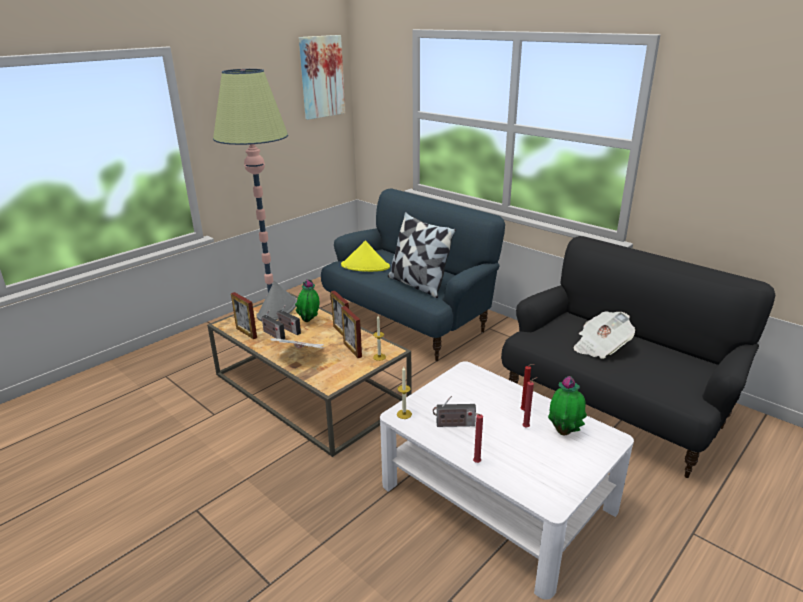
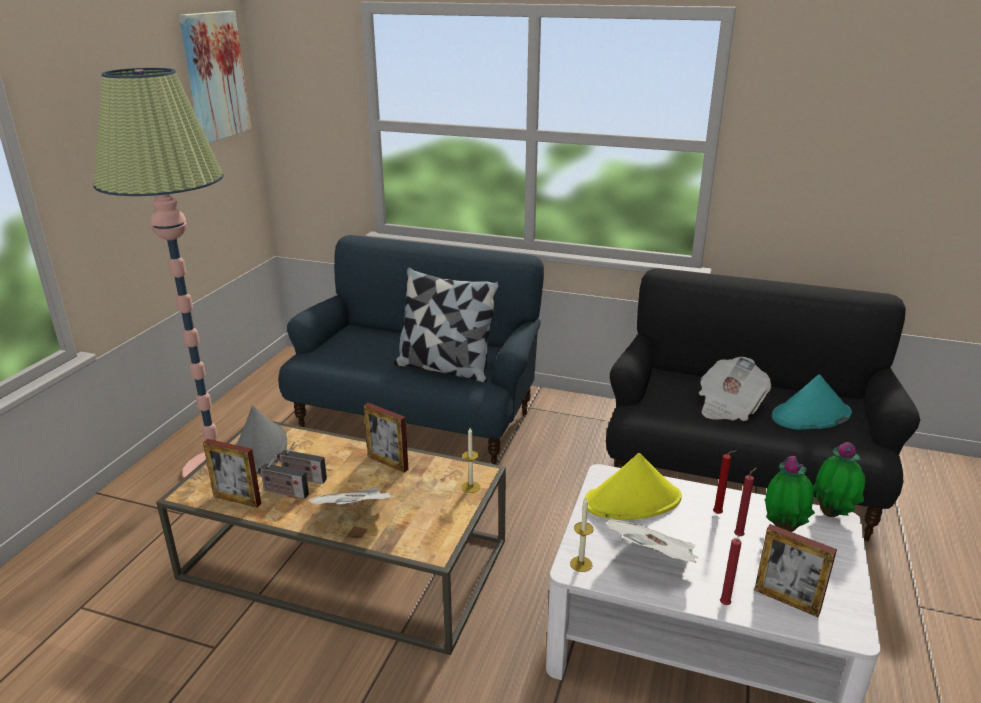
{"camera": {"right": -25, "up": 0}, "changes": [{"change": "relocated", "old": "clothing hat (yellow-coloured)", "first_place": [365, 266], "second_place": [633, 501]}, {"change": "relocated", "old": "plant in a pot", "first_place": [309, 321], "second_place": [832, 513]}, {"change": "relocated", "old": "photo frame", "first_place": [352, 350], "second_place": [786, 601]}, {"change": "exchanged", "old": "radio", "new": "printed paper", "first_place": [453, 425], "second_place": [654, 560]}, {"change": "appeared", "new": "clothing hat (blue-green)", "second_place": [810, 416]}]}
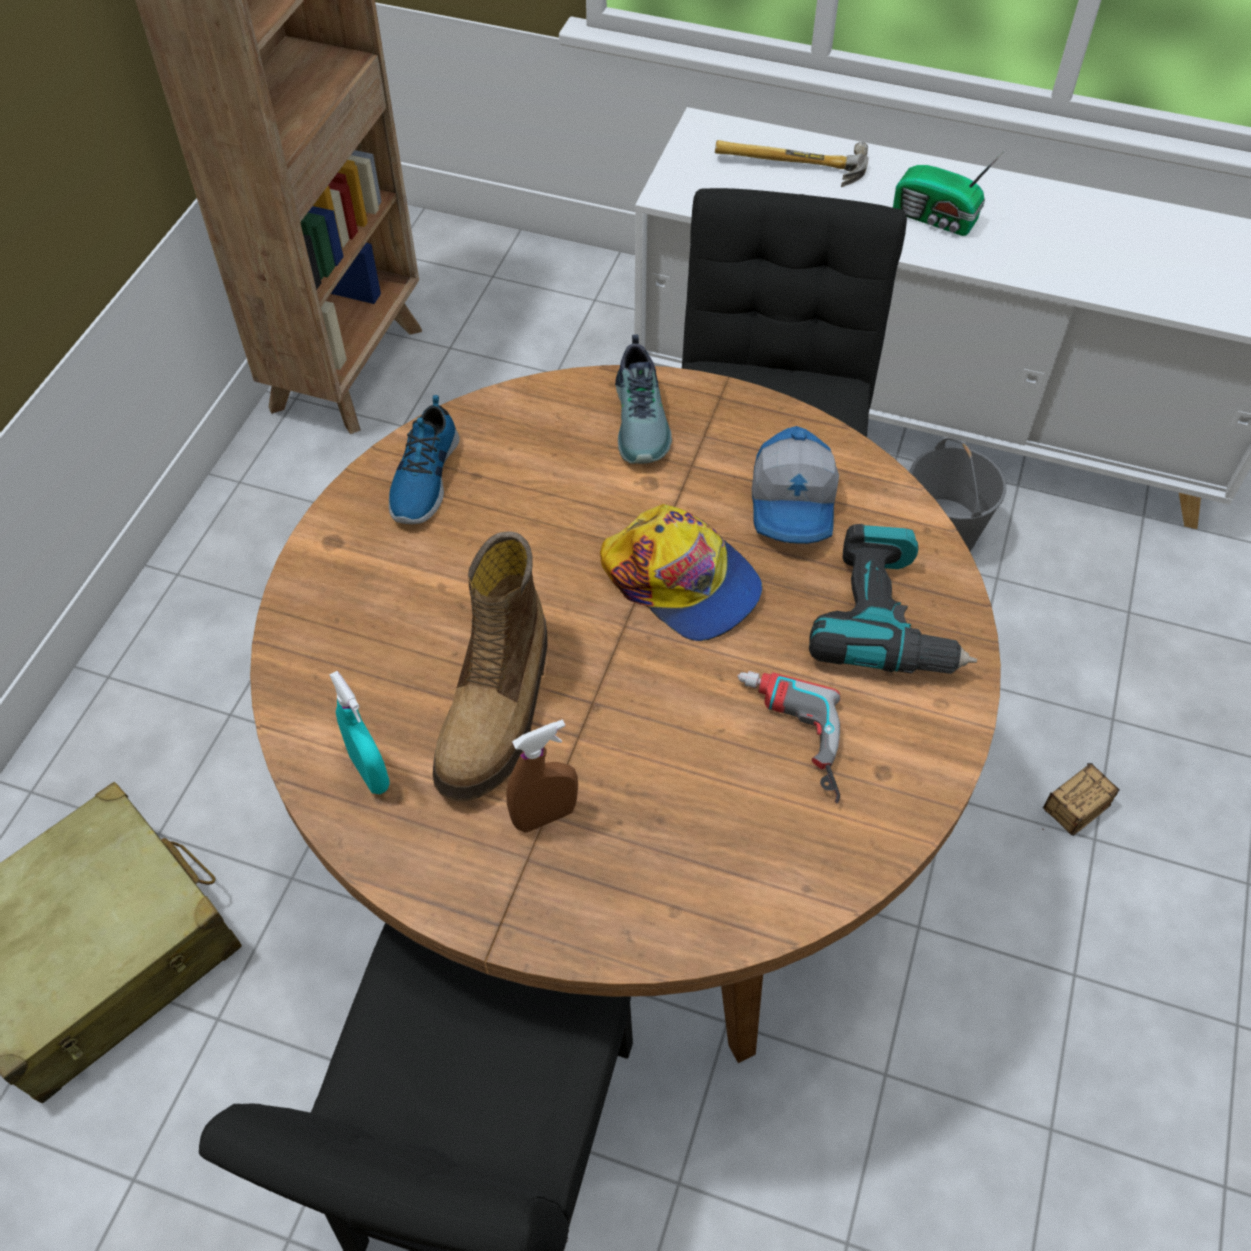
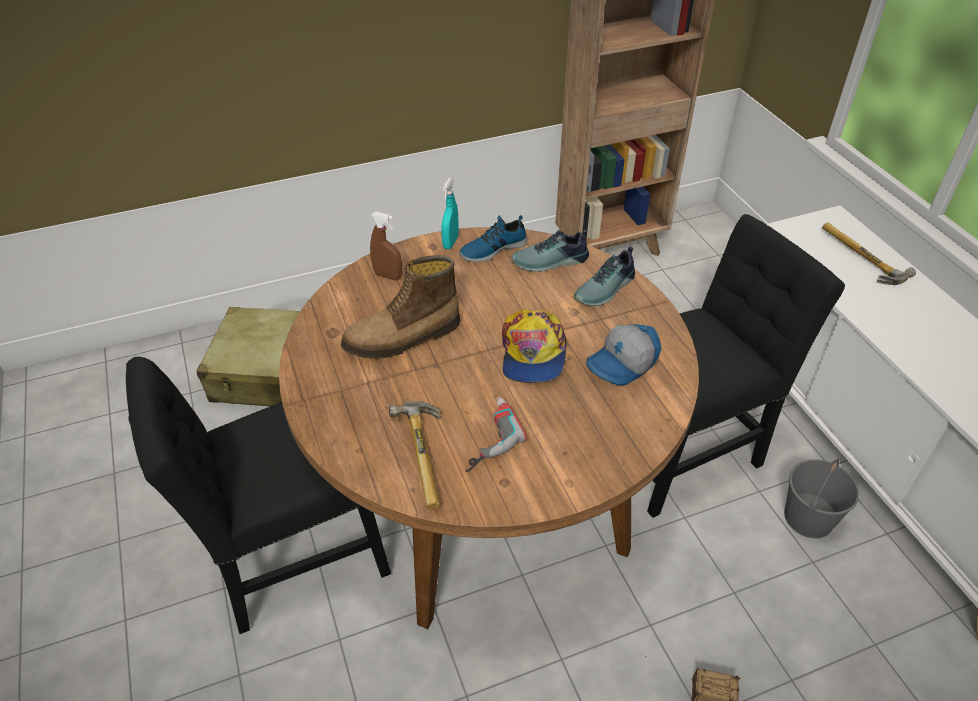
{"camera": {"right": 50, "up": -10}, "changes": [{"change": "missing", "old": "radio", "first_place": [936, 219]}, {"change": "missing", "old": "electric drill", "first_place": [887, 620]}, {"change": "relocated", "old": "hand sprayer (blue-green)", "first_place": [370, 772], "second_place": [450, 242]}, {"change": "relocated", "old": "hand sprayer (brownish)", "first_place": [545, 816], "second_place": [388, 276]}, {"change": "appeared", "new": "item of footwear", "second_place": [550, 262]}, {"change": "appeared", "new": "tool hammer", "second_place": [428, 455]}]}
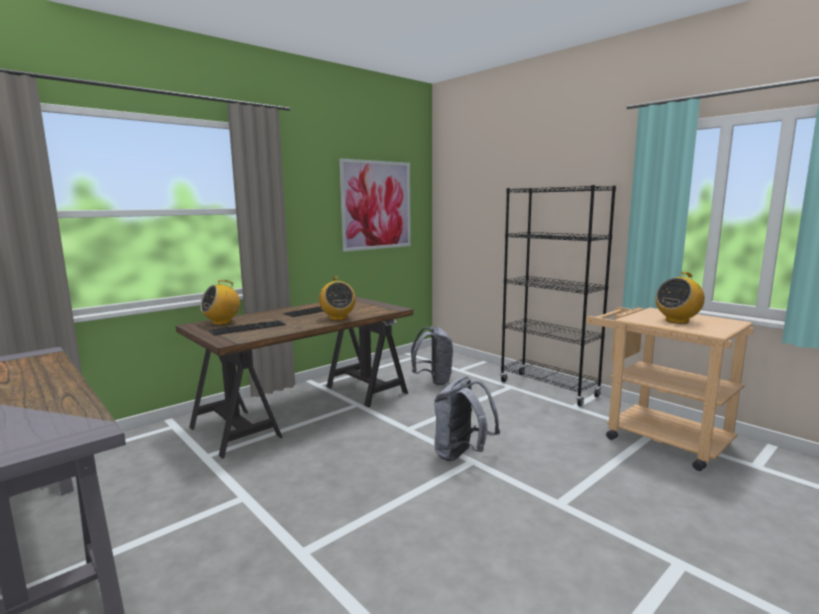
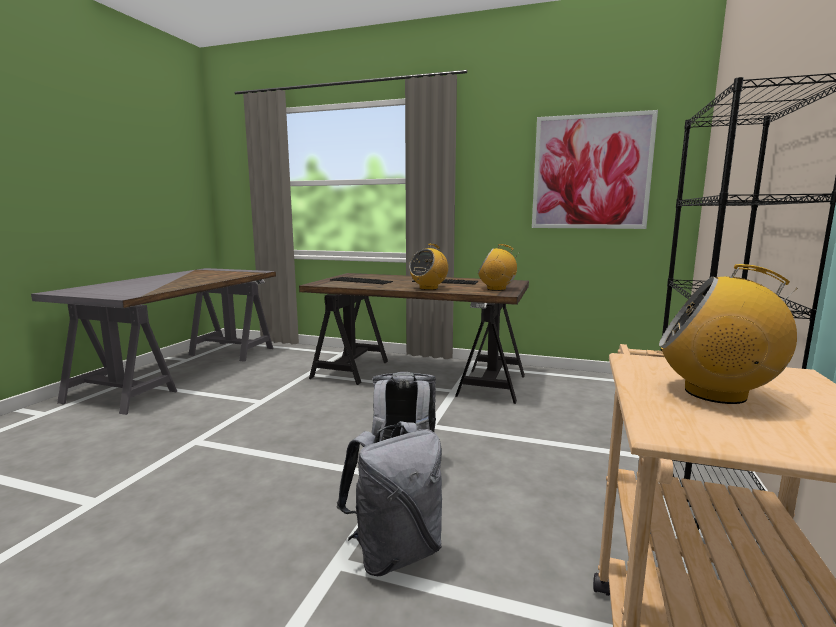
{"camera": {"right": 60, "up": 0}, "changes": [{"change": "relocated", "old": "radio", "first_place": [222, 322], "second_place": [496, 289]}, {"change": "relocated", "old": "knapsack (grey)", "first_place": [433, 381], "second_place": [395, 552]}]}
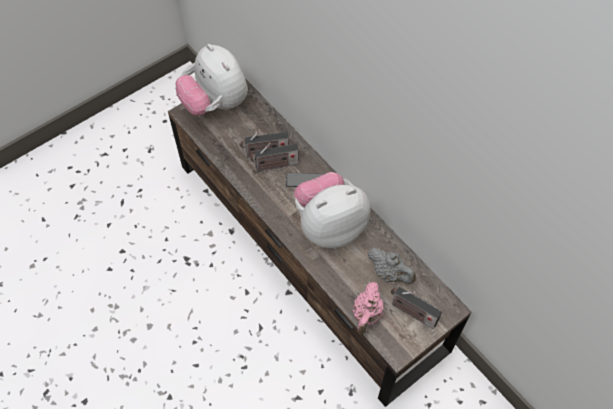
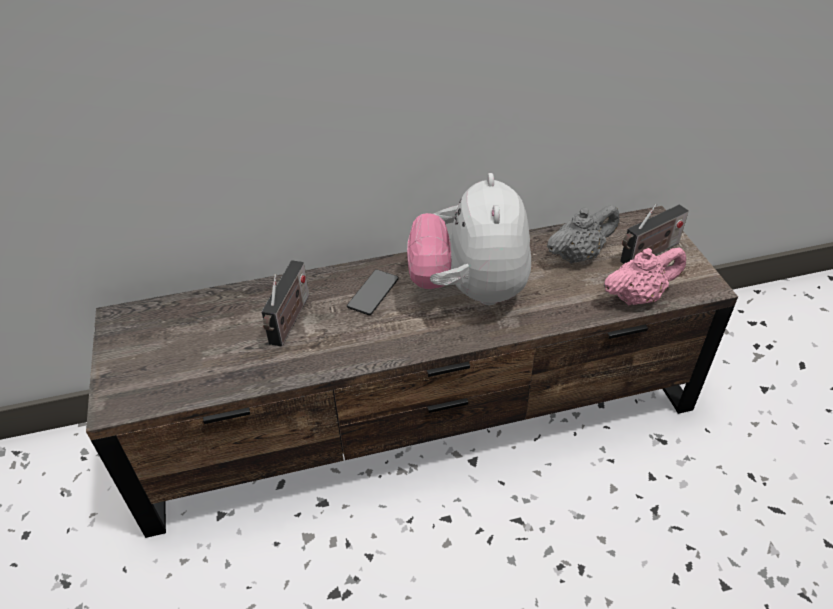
{"camera": {"right": -65, "up": -15}, "changes": [{"change": "missing", "old": "soft toy", "first_place": [215, 103]}, {"change": "missing", "old": "radio", "first_place": [275, 165]}, {"change": "spun", "old": "pot for tea (pink-coloured)", "first_place": [367, 315], "second_place": [638, 297], "degrees": -60}]}
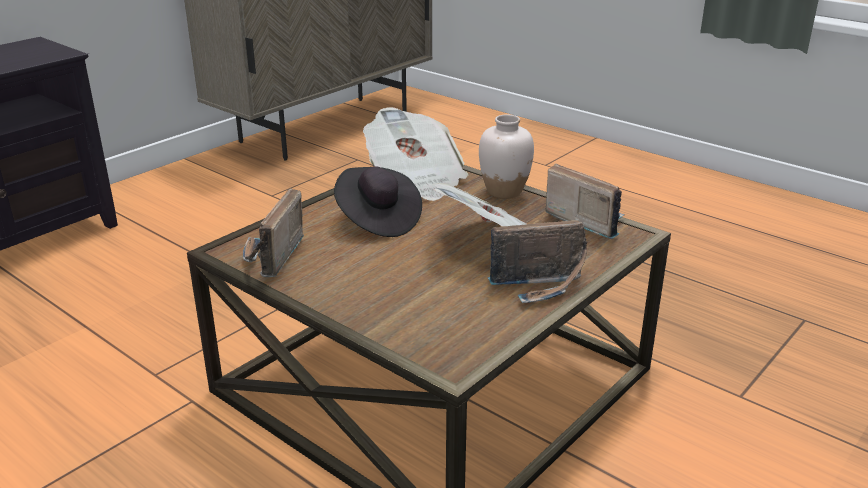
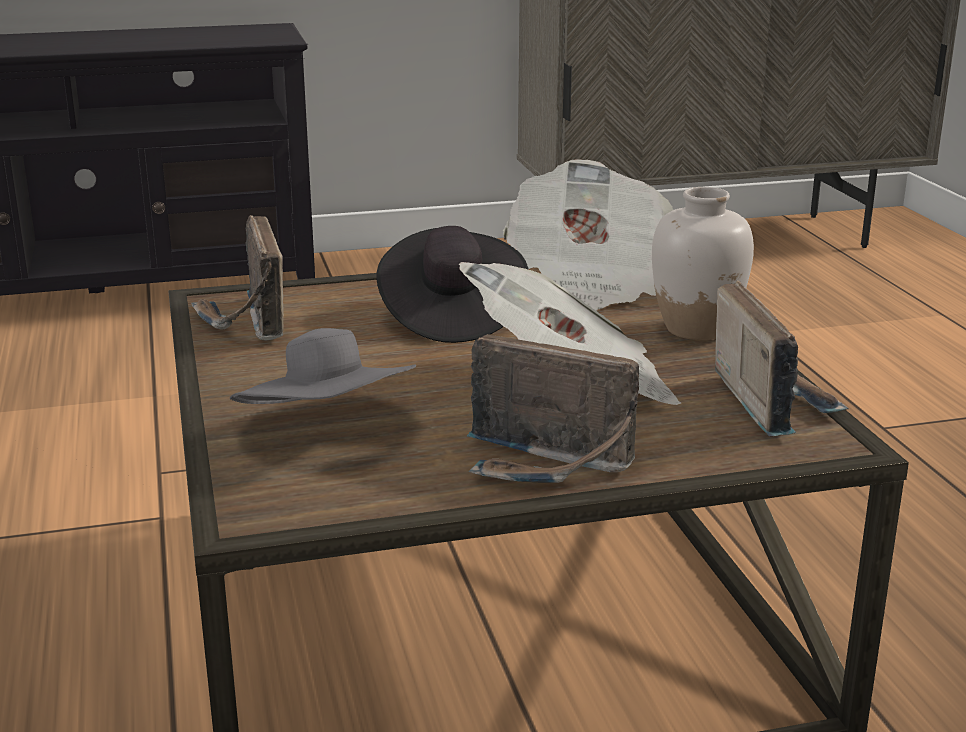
{"camera": {"right": 35, "up": -5}, "changes": [{"change": "spun", "old": "radio", "first_place": [270, 257], "second_place": [245, 321], "degrees": -60}, {"change": "appeared", "new": "clothing hat (grey)", "second_place": [329, 430]}]}
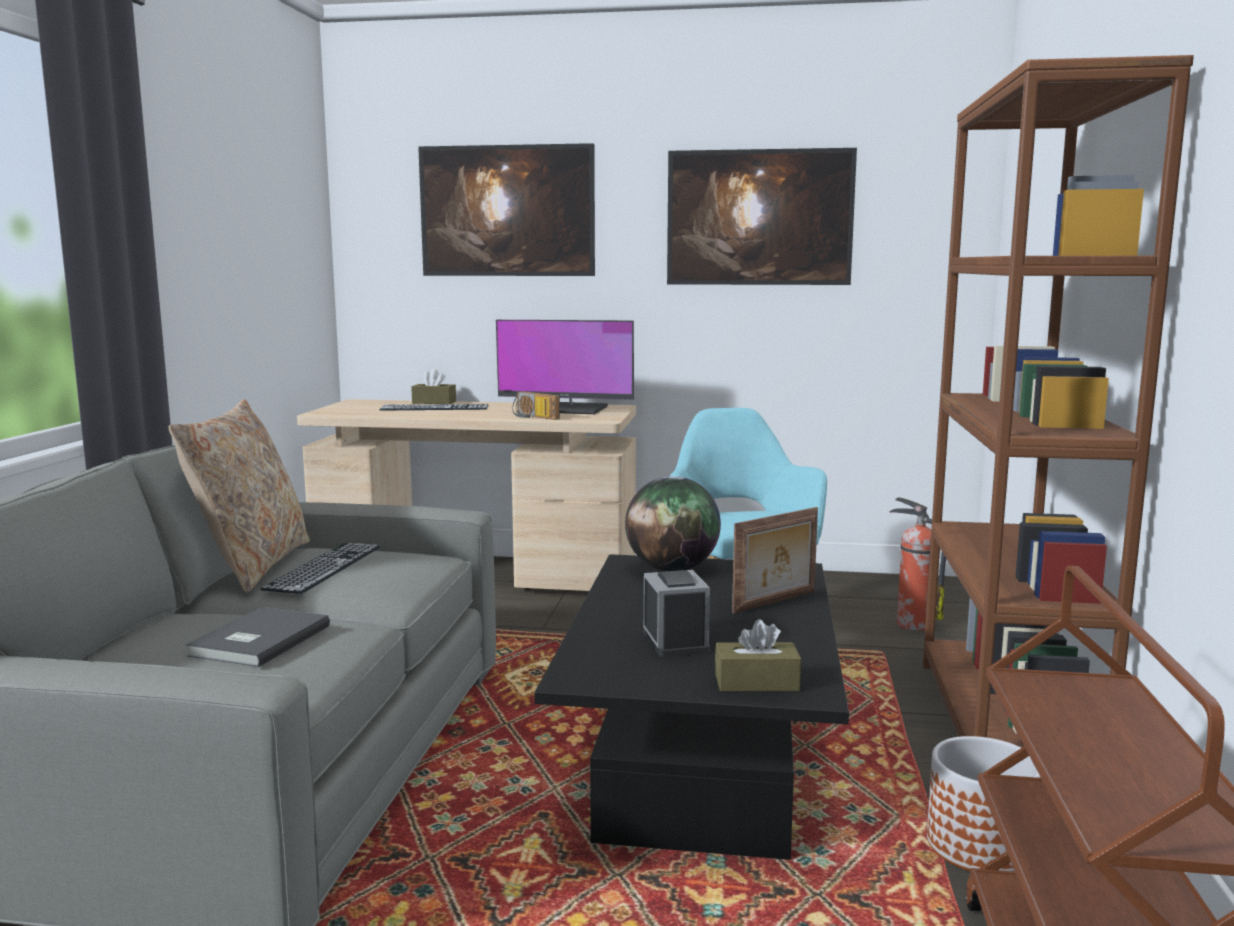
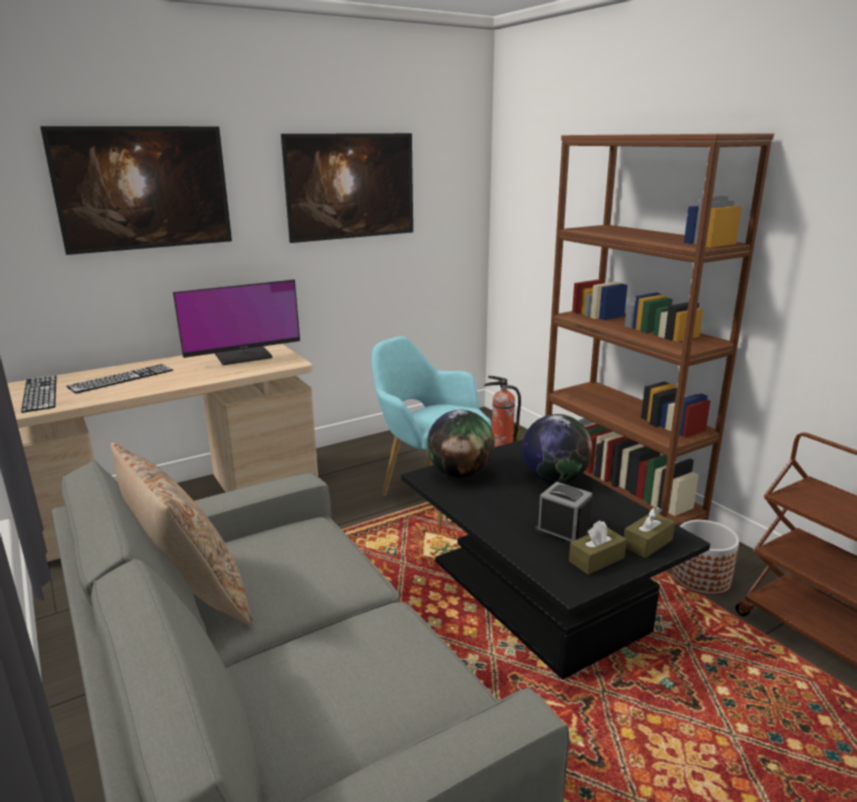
{"camera": {"right": -40, "up": 10}, "changes": [{"change": "relocated", "old": "box of tissues (brownish)", "first_place": [434, 402], "second_place": [596, 559]}, {"change": "missing", "old": "radio", "first_place": [533, 417]}, {"change": "exchanged", "old": "photo frame", "new": "desk globe", "first_place": [776, 602], "second_place": [554, 479]}, {"change": "relocated", "old": "keyboard", "first_place": [324, 567], "second_place": [40, 393]}, {"change": "missing", "old": "volume (grey)", "first_place": [257, 641]}]}
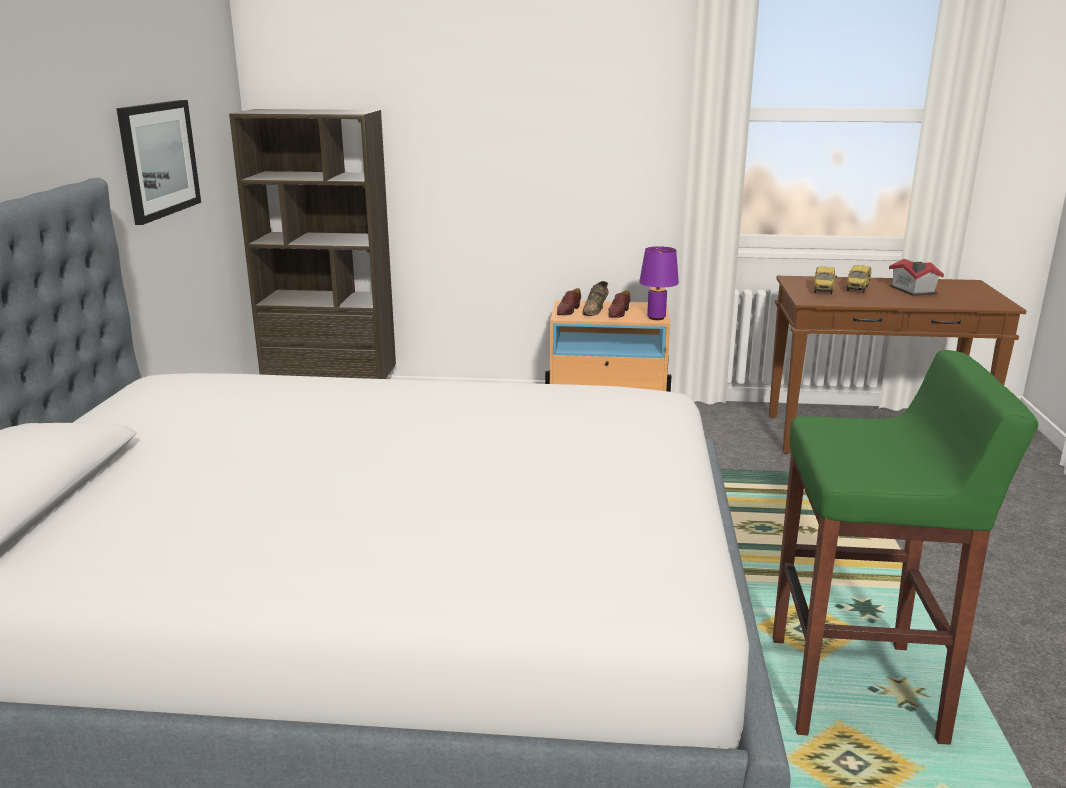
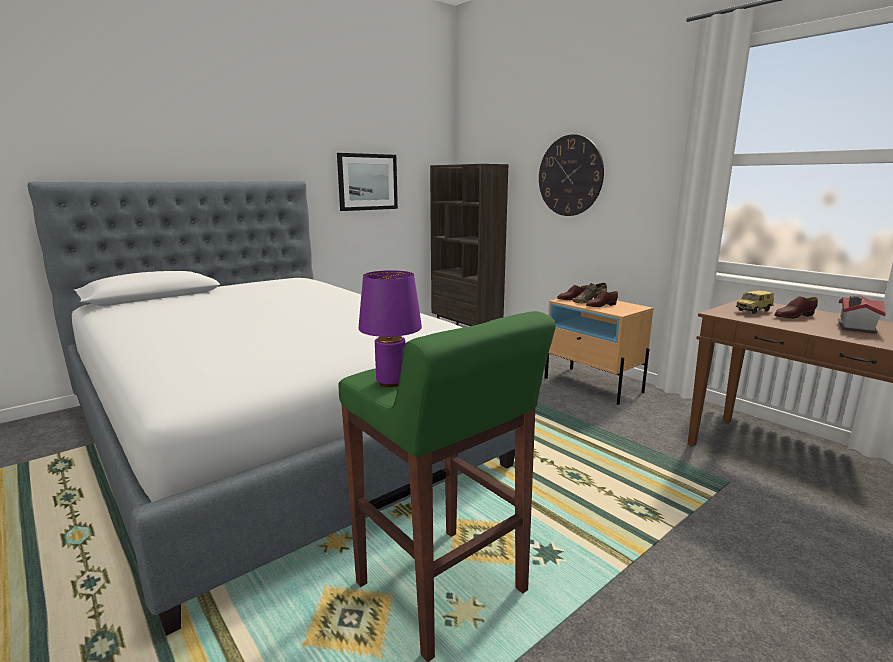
{"camera": {"right": 45, "up": -5}, "changes": [{"change": "relocated", "old": "tabletop lamp (purple)", "first_place": [656, 317], "second_place": [392, 382]}, {"change": "exchanged", "old": "model car", "new": "item of footwear (brownish)", "first_place": [858, 289], "second_place": [793, 316]}, {"change": "appeared", "new": "clock on the wall", "second_place": [570, 176]}]}
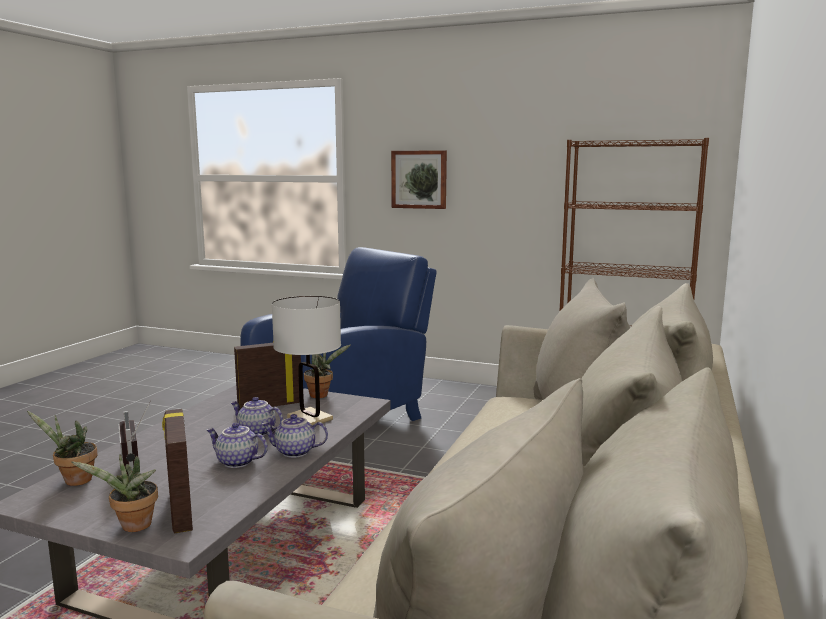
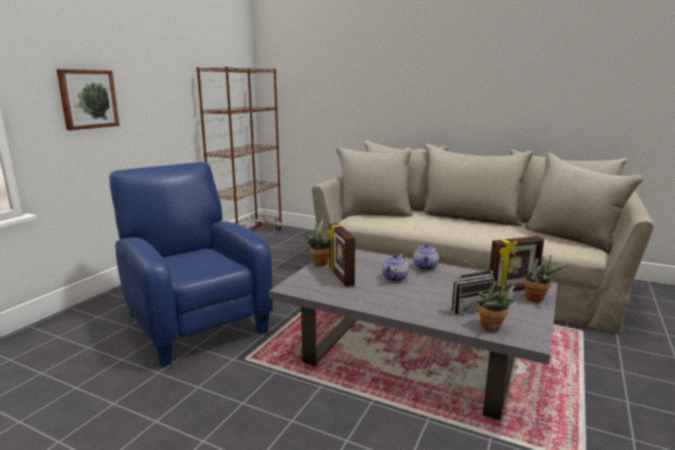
{"camera": {"right": -85, "up": 5}, "changes": [{"change": "missing", "old": "tabletop lamp (white-coloured)", "first_place": [310, 418]}, {"change": "missing", "old": "pot for tea", "first_place": [236, 462]}]}
